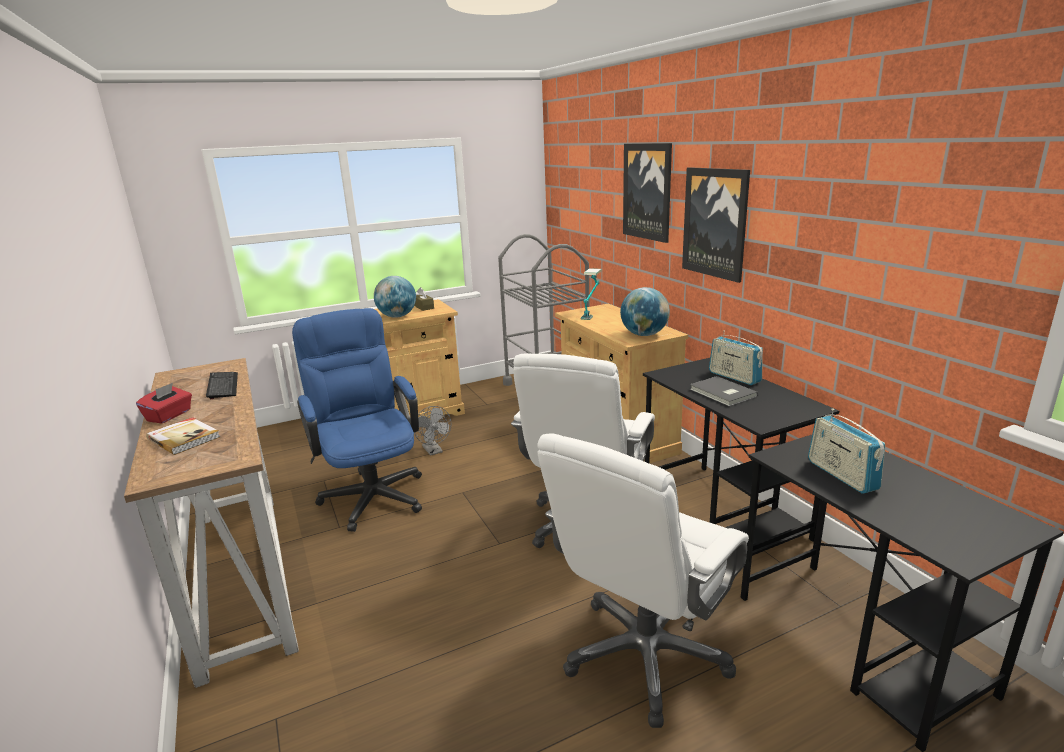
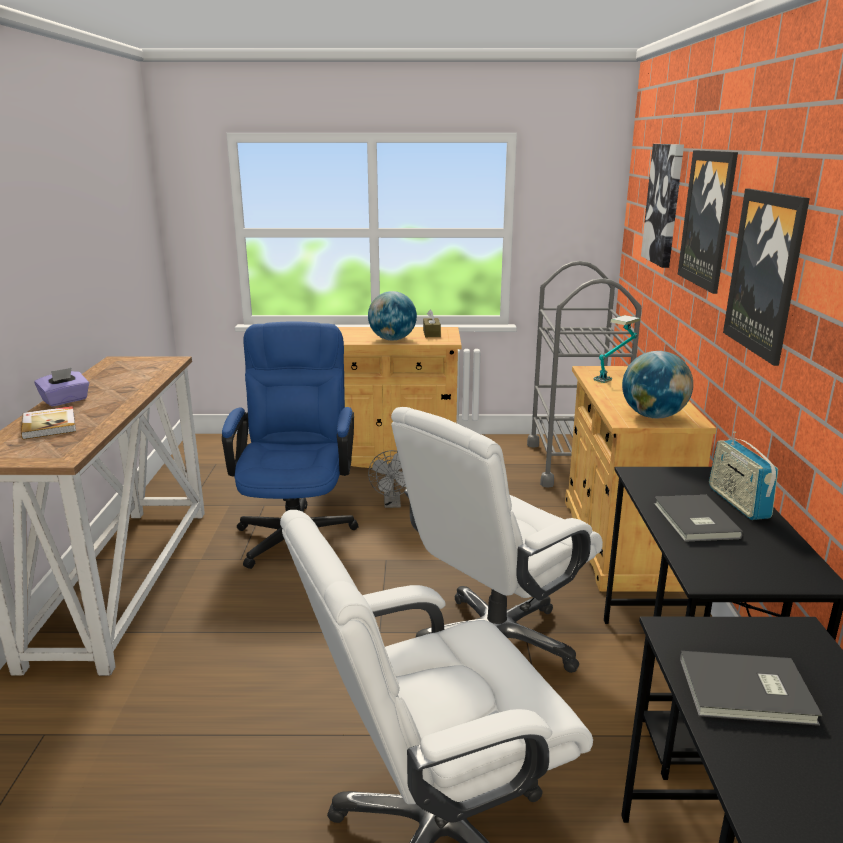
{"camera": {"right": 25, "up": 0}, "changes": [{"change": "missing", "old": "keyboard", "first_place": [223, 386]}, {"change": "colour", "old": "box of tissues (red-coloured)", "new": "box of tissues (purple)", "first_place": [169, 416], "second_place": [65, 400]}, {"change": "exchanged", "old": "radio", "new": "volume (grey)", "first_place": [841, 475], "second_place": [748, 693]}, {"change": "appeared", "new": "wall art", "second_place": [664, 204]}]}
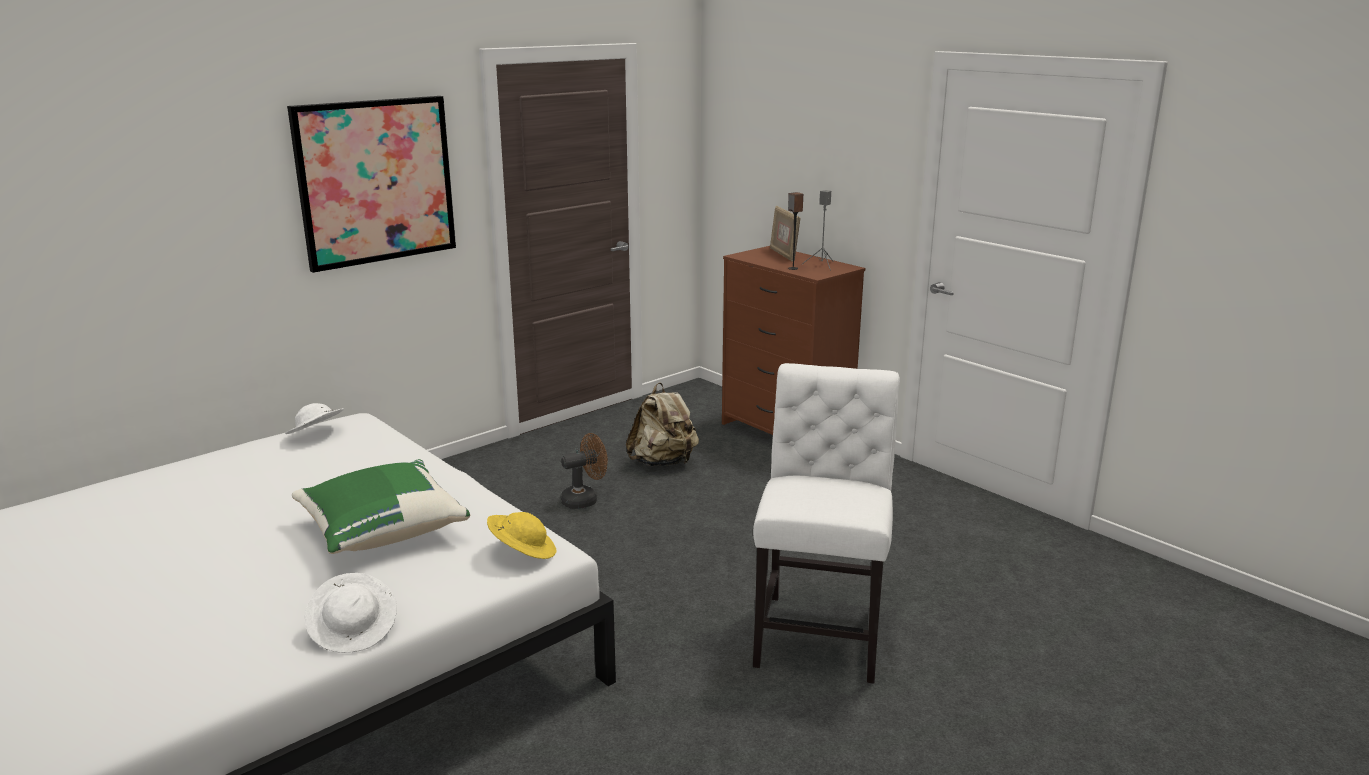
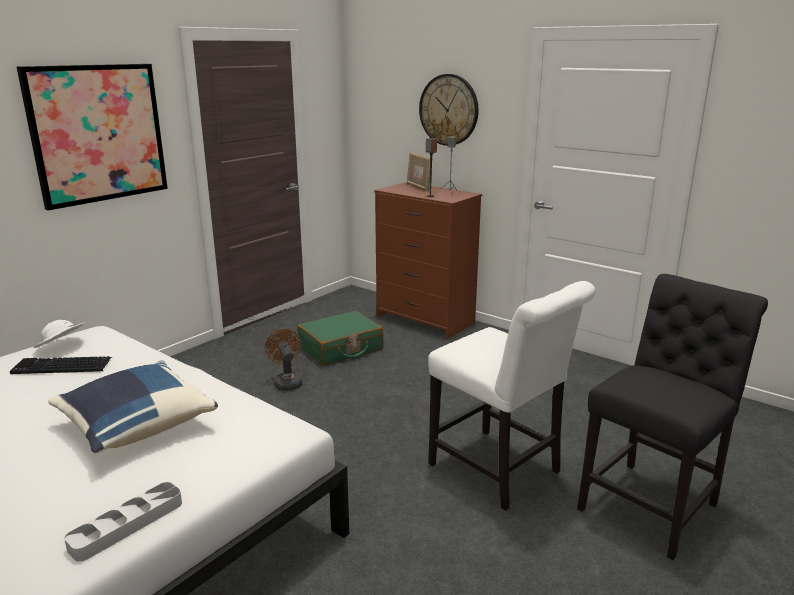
{"camera": {"right": -10, "up": 0}, "changes": [{"change": "spun", "old": "upright chair (white-coloured)", "first_place": [820, 632], "second_place": [499, 471], "degrees": 135}, {"change": "exchanged", "old": "knapsack (beige-coloured)", "new": "suitcase (greenish)", "first_place": [663, 463], "second_place": [341, 348]}, {"change": "spun", "old": "cooling fan (brownish)", "first_place": [585, 499], "second_place": [287, 382], "degrees": -75}, {"change": "colour", "old": "throw pillow (greenish)", "new": "throw pillow (blue-coloured)", "first_place": [382, 531], "second_place": [135, 426]}, {"change": "missing", "old": "clothing hat (yellow-coloured)", "first_place": [522, 552]}, {"change": "exchanged", "old": "clothing hat (white-coloured)", "new": "serving tray (grey)", "first_place": [354, 630], "second_place": [127, 525]}, {"change": "appeared", "new": "clock on the wall", "second_place": [449, 110]}, {"change": "appeared", "new": "upright chair (blackish)", "second_place": [652, 504]}, {"change": "appeared", "new": "keyboard", "second_place": [62, 366]}]}
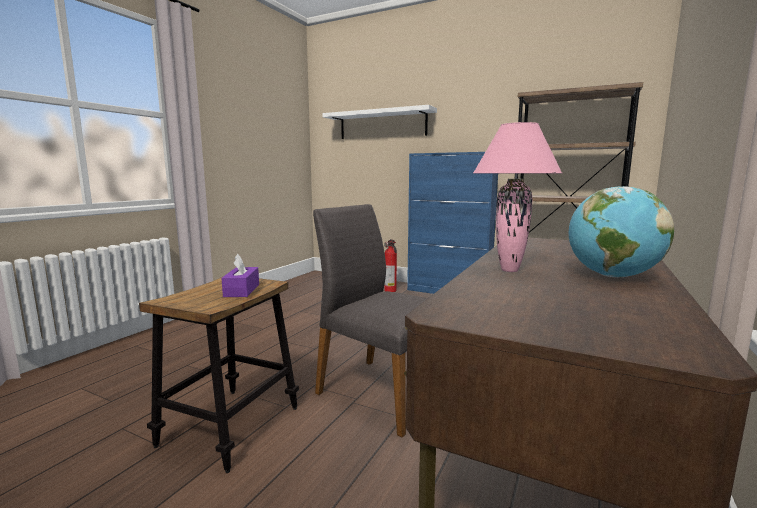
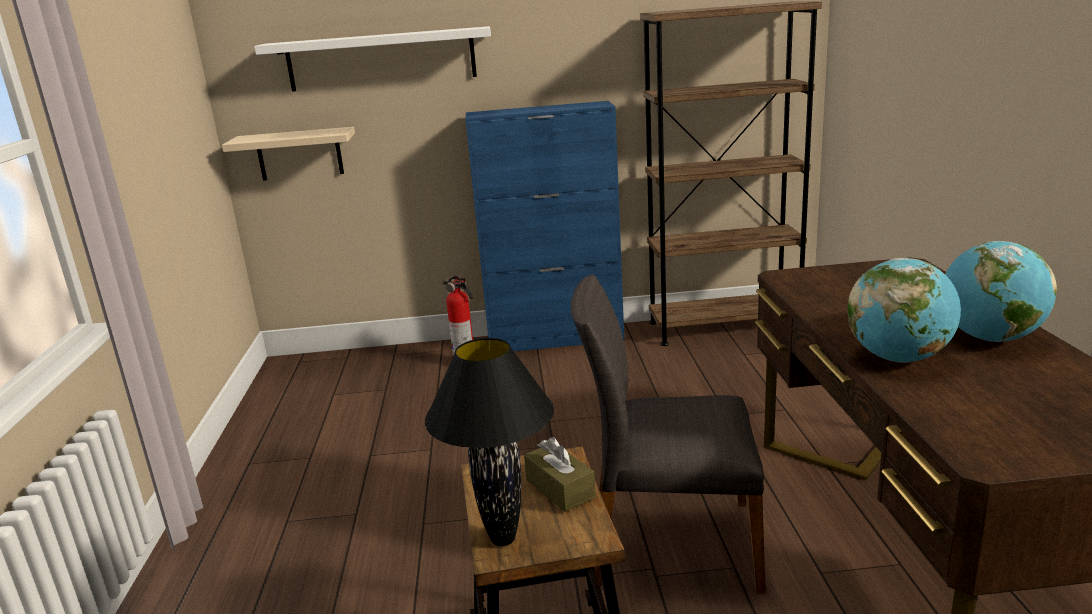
{"camera": {"right": -30, "up": 10}, "changes": [{"change": "exchanged", "old": "tabletop lamp (pink-coloured)", "new": "desk globe", "first_place": [510, 270], "second_place": [898, 358]}, {"change": "colour", "old": "box of tissues (purple)", "new": "box of tissues (brownish)", "first_place": [242, 290], "second_place": [560, 489]}, {"change": "appeared", "new": "shelf (beige-coloured)", "second_place": [299, 154]}, {"change": "appeared", "new": "tabletop lamp (blackish)", "second_place": [504, 539]}]}
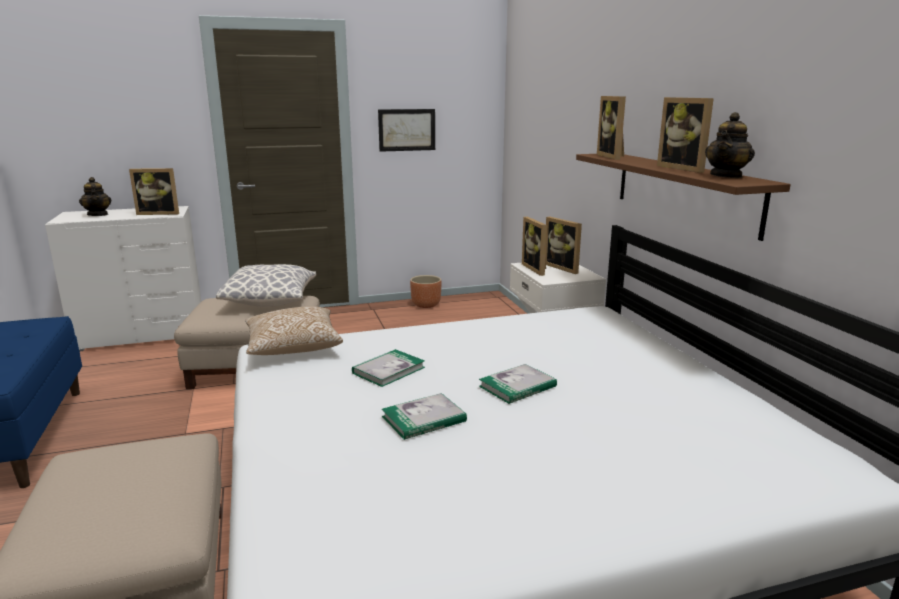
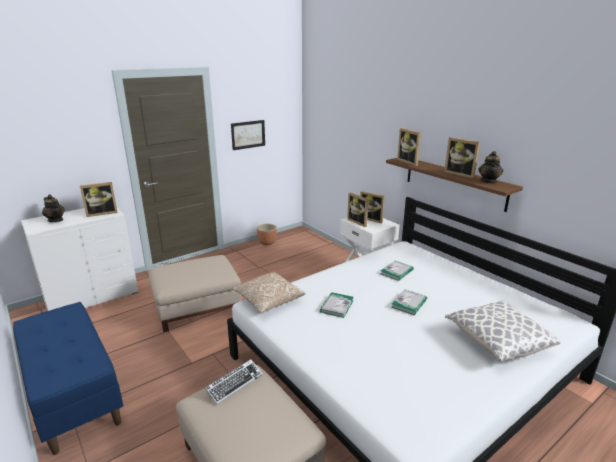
{"camera": {"right": -20, "up": 5}, "changes": [{"change": "relocated", "old": "throw pillow", "first_place": [270, 301], "second_place": [497, 341]}, {"change": "relocated", "old": "volume", "first_place": [424, 419], "second_place": [396, 272]}, {"change": "appeared", "new": "keyboard", "second_place": [234, 384]}]}
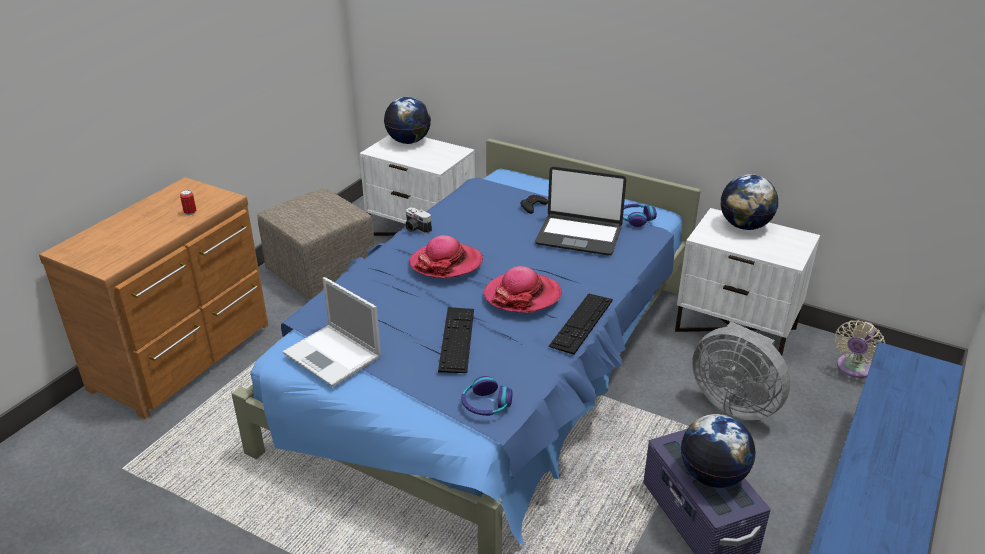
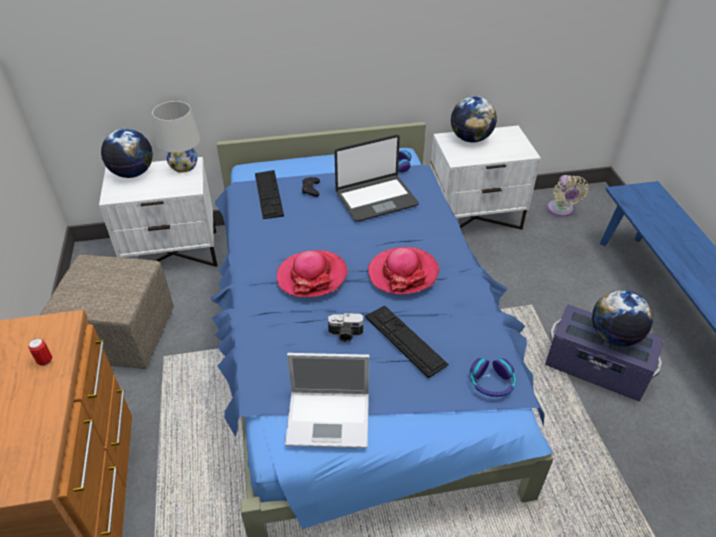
{"camera": {"right": -40, "up": 10}, "changes": [{"change": "relocated", "old": "photo camera", "first_place": [416, 229], "second_place": [345, 334]}, {"change": "relocated", "old": "keyboard", "first_place": [581, 323], "second_place": [268, 194]}, {"change": "missing", "old": "cooling fan (grey)", "first_place": [735, 403]}, {"change": "appeared", "new": "tabletop lamp (white-coloured)", "second_place": [183, 166]}]}
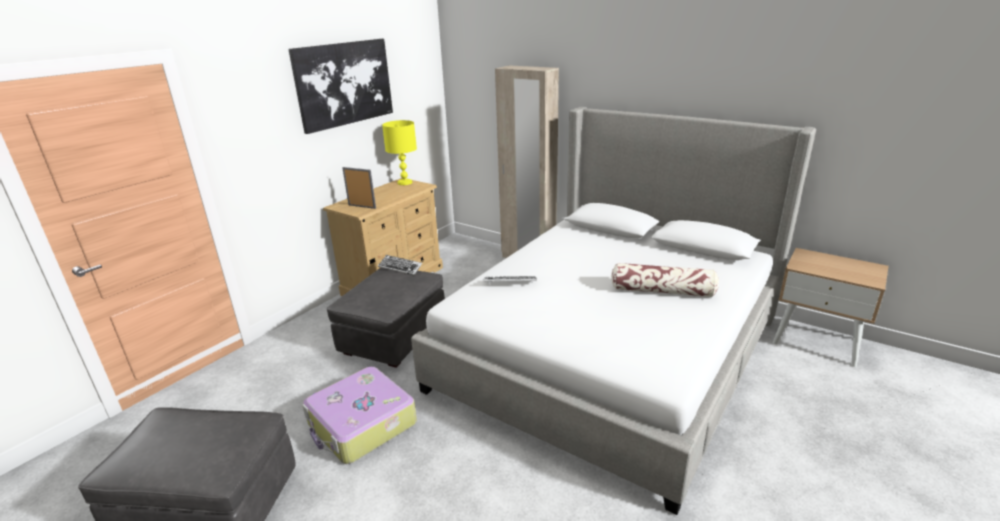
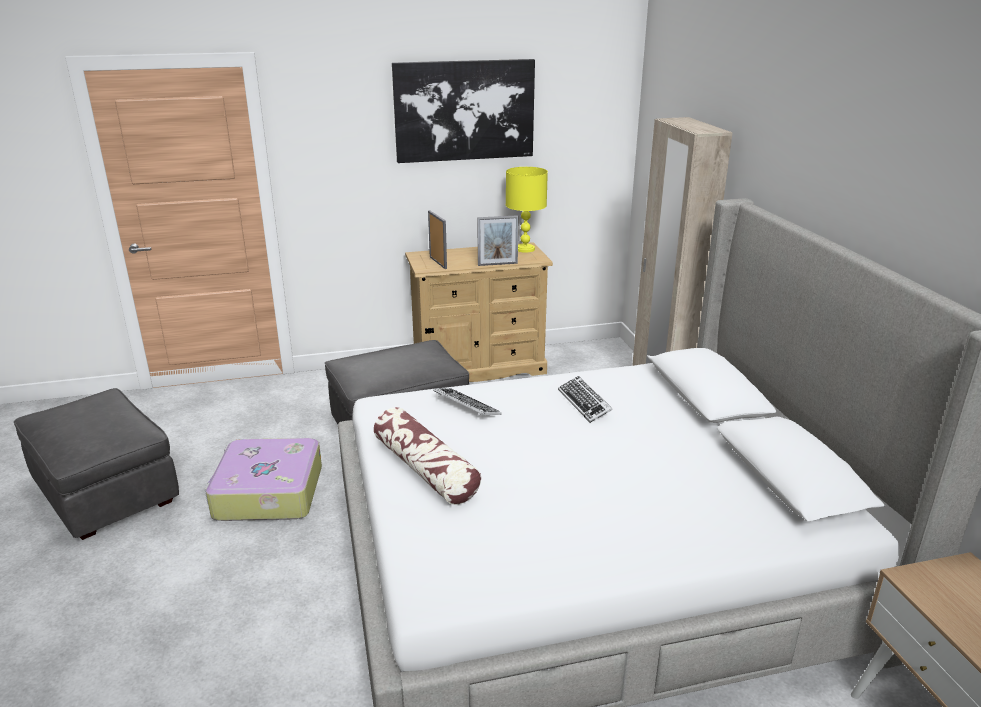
{"camera": {"right": 40, "up": 0}, "changes": [{"change": "relocated", "old": "keyboard", "first_place": [400, 267], "second_place": [584, 403]}, {"change": "relocated", "old": "throw pillow", "first_place": [662, 291], "second_place": [425, 469]}, {"change": "appeared", "new": "photo frame", "second_place": [497, 264]}]}
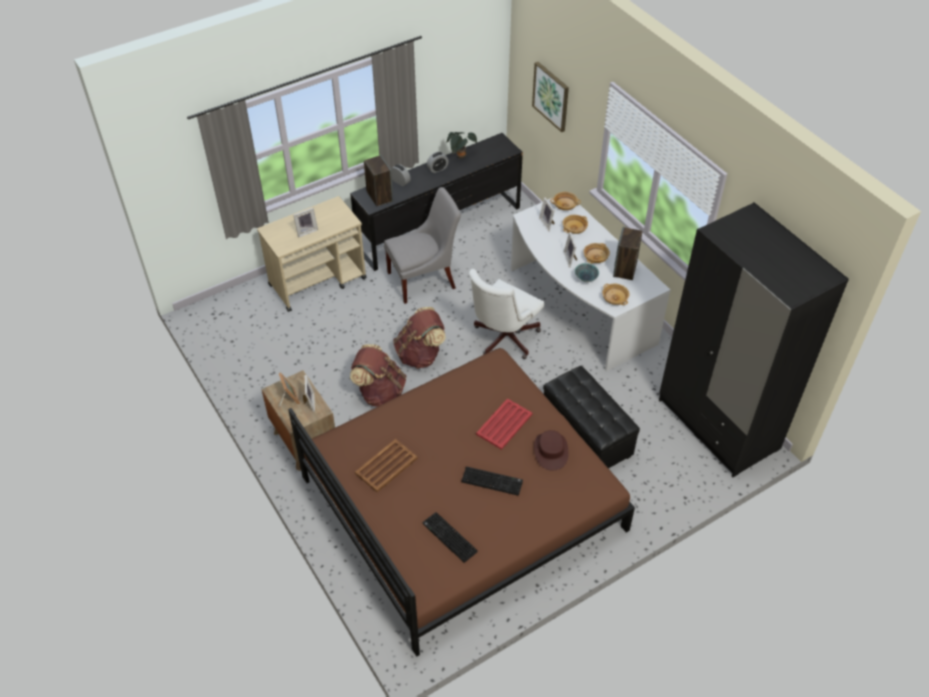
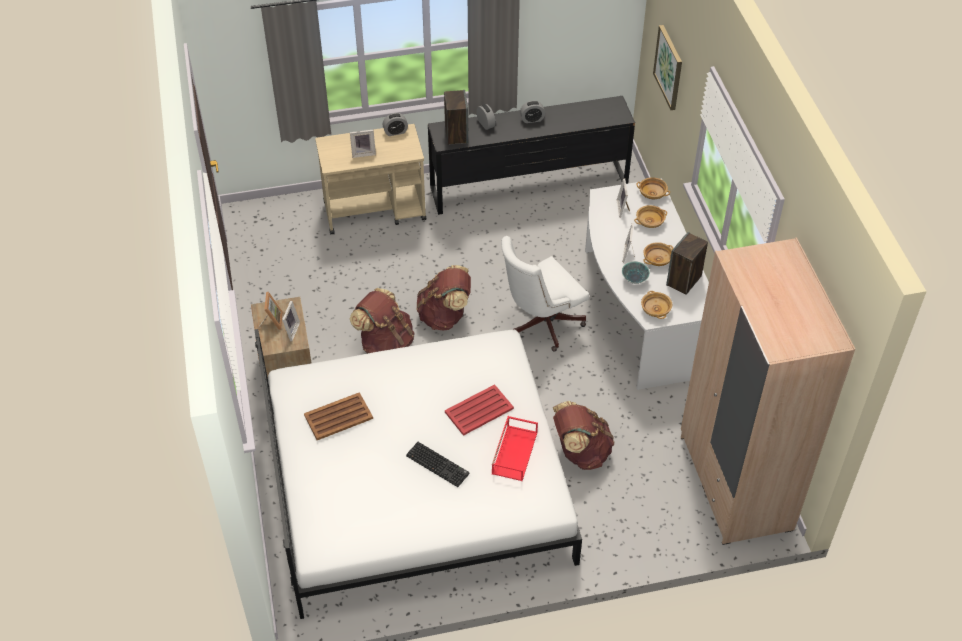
{"camera": {"right": 20, "up": 0}, "changes": [{"change": "missing", "old": "plant in a pot", "first_place": [461, 157]}, {"change": "missing", "old": "upright chair (grey)", "first_place": [424, 279]}, {"change": "colour", "old": "clothes cupboard (blackish)", "new": "clothes cupboard (beige-coloured)", "first_place": [718, 424], "second_place": [735, 483]}, {"change": "colour", "old": "bedroom bed (brownish)", "new": "bedroom bed (white-coloured)", "first_place": [461, 503], "second_place": [416, 481]}, {"change": "exchanged", "old": "pouffe (blackish)", "new": "knapsack (brownish)", "first_place": [585, 436], "second_place": [580, 452]}, {"change": "exchanged", "old": "clothing hat (brownish)", "new": "serving tray (red-coloured)", "first_place": [550, 451], "second_place": [514, 452]}, {"change": "missing", "old": "keyboard", "first_place": [448, 538]}, {"change": "appeared", "new": "alarm clock", "second_place": [395, 132]}]}
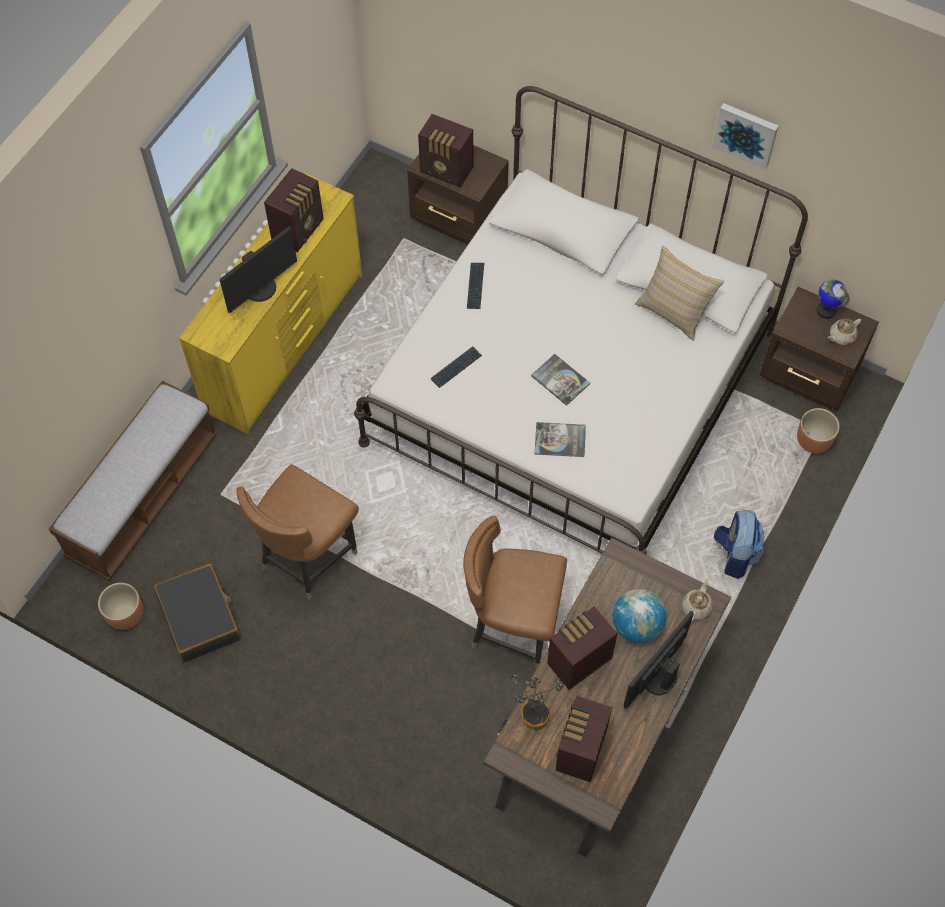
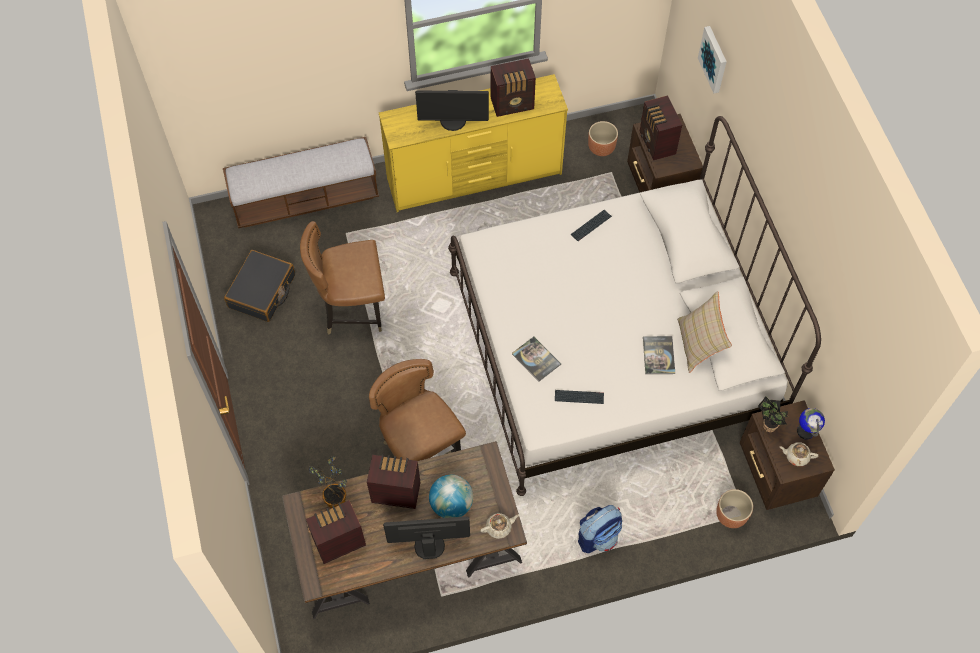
{"camera": {"right": 45, "up": 0}, "changes": [{"change": "relocated", "old": "wall art", "first_place": [746, 134], "second_place": [714, 59]}, {"change": "relocated", "old": "keyboard", "first_place": [456, 367], "second_place": [579, 397]}, {"change": "relocated", "old": "volume", "first_place": [560, 380], "second_place": [658, 355]}, {"change": "relocated", "old": "planter (brownish)", "first_place": [126, 614], "second_place": [601, 148]}, {"change": "appeared", "new": "plant in a pot", "second_place": [767, 425]}]}
